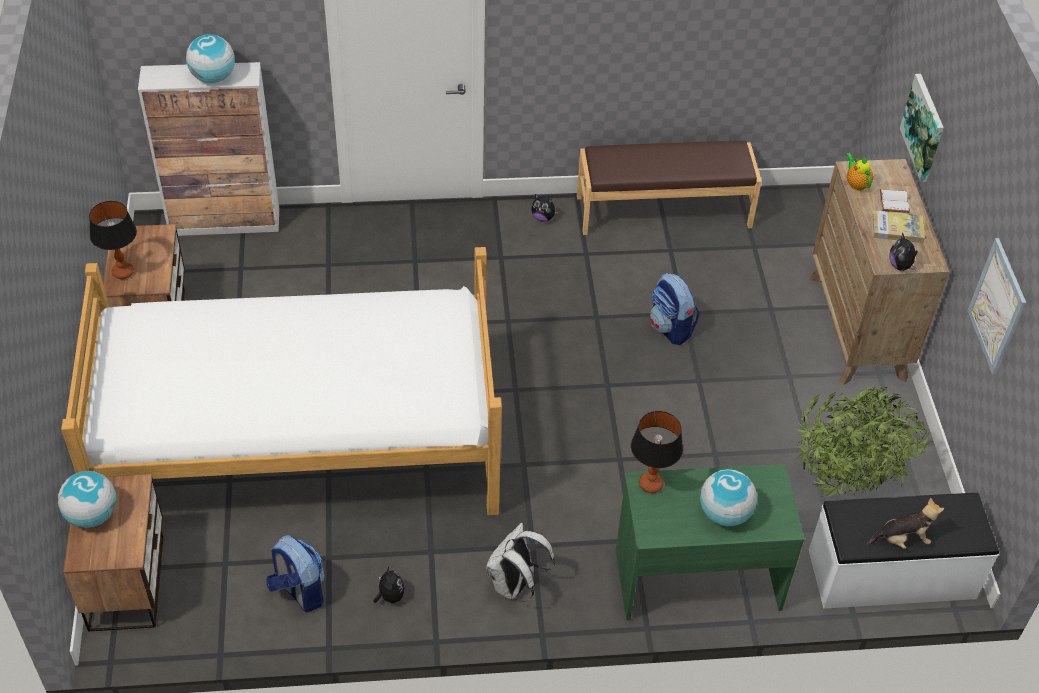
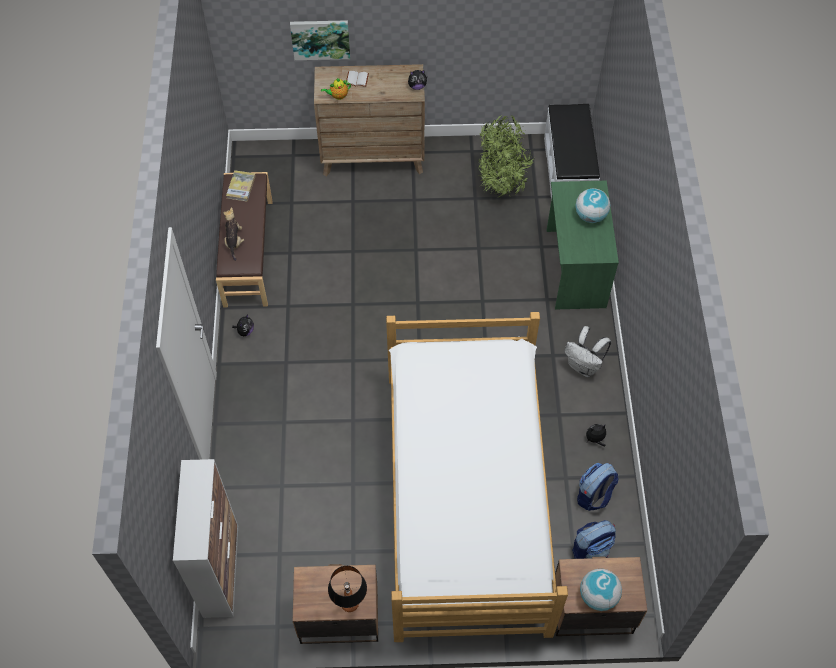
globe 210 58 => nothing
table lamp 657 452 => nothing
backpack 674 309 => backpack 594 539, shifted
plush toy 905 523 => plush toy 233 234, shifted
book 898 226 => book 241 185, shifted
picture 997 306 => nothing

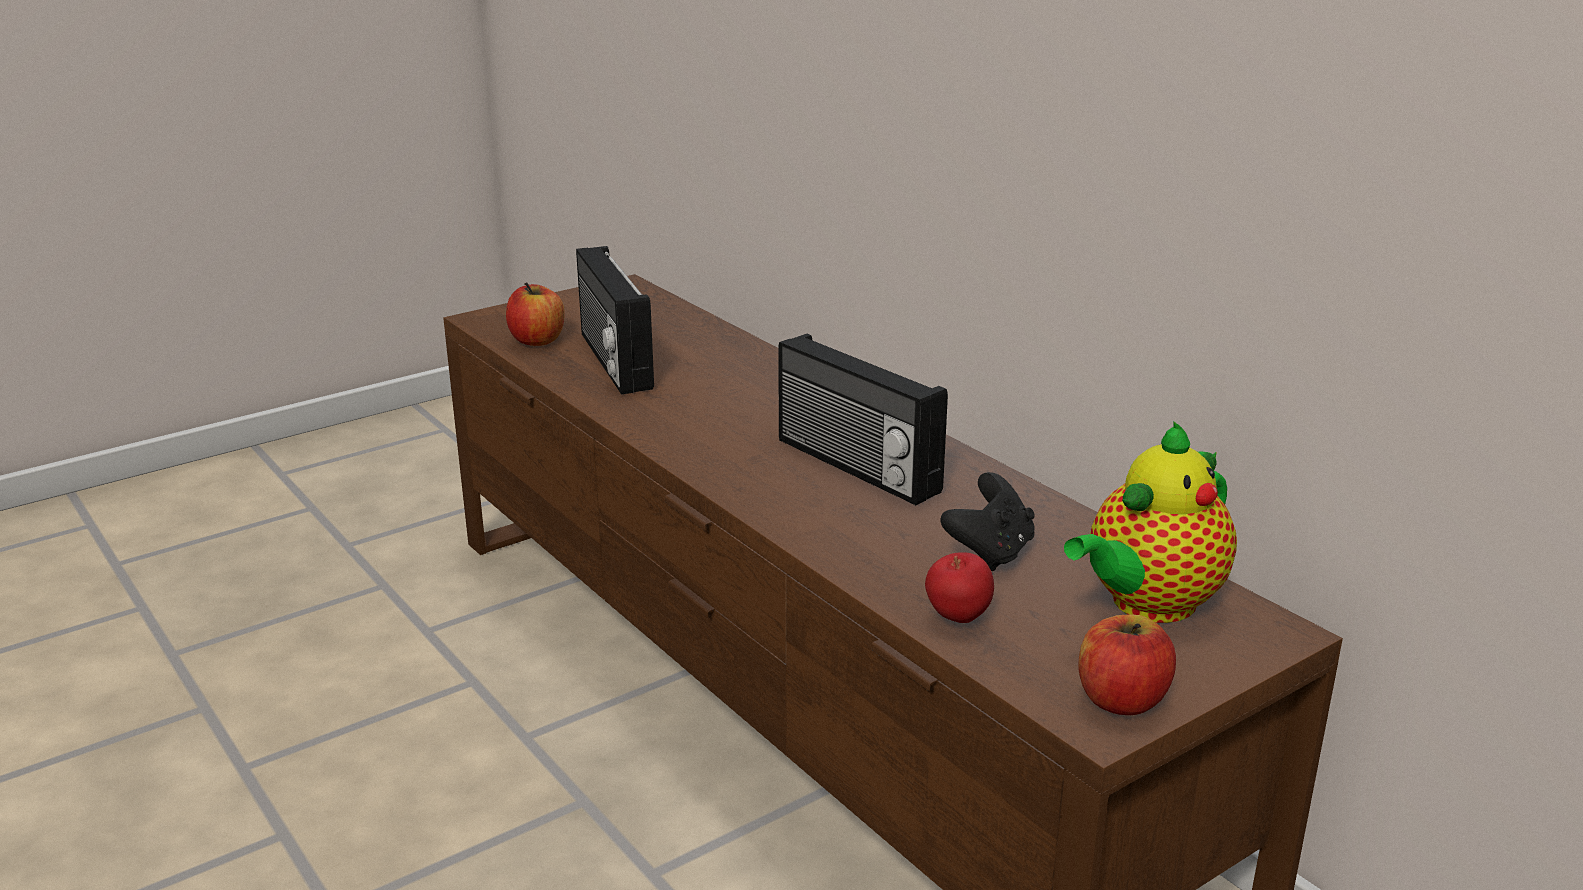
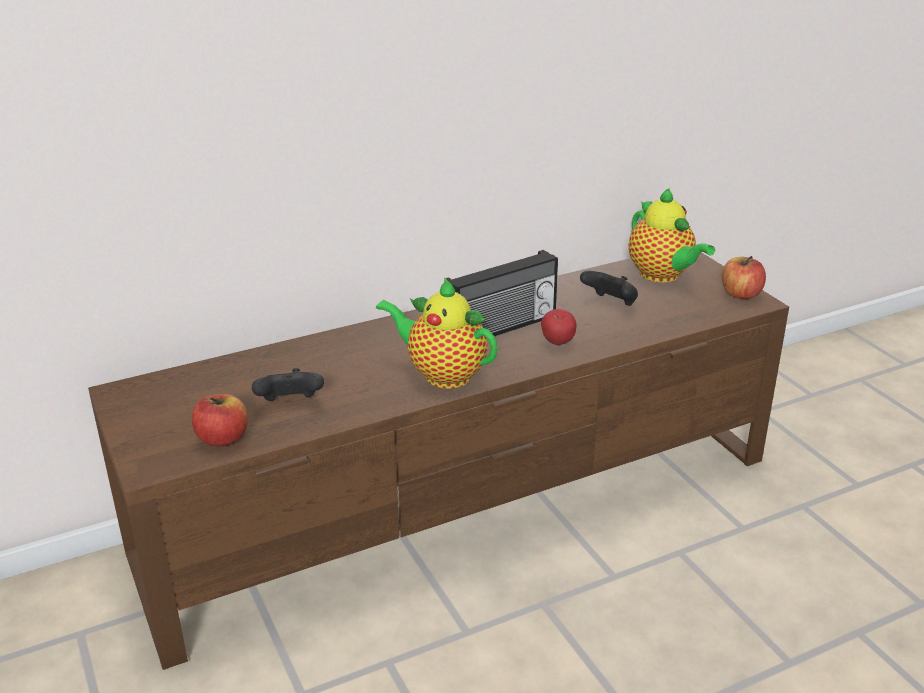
radio 615 320 => game controller/black 288 384
apple 959 587 => apple 558 327, shifted
nothing => teapot 437 333

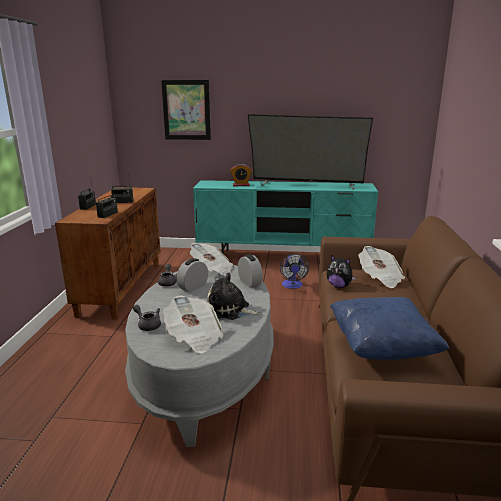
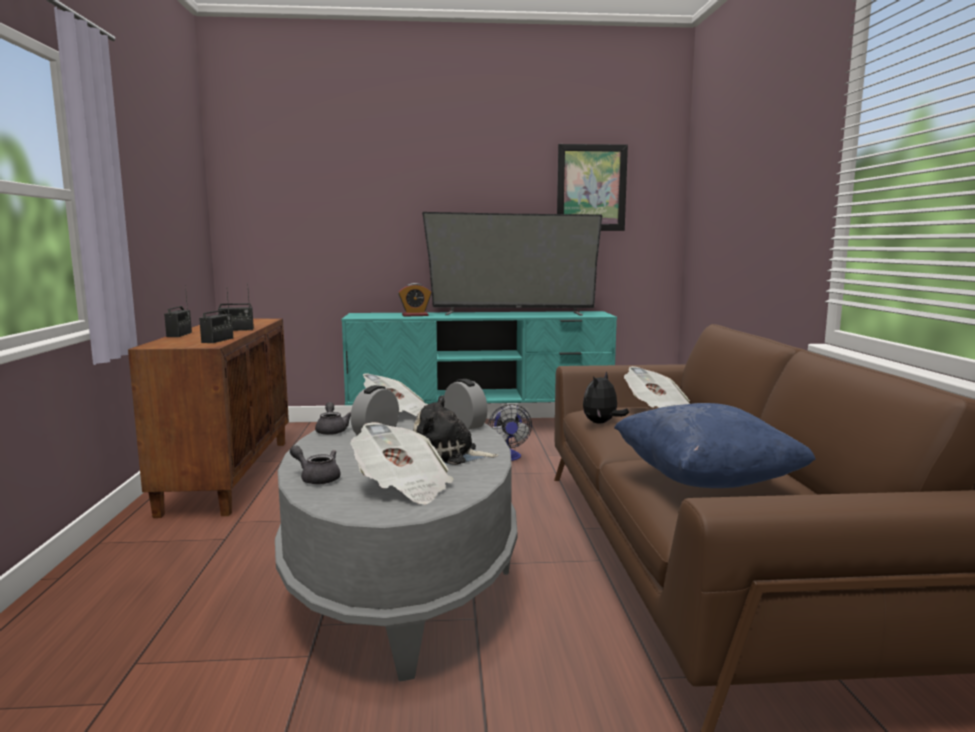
picture 186 110 => picture 592 187, shifted
plush toy 342 271 => plush toy 606 397, 105 degrees clockwise

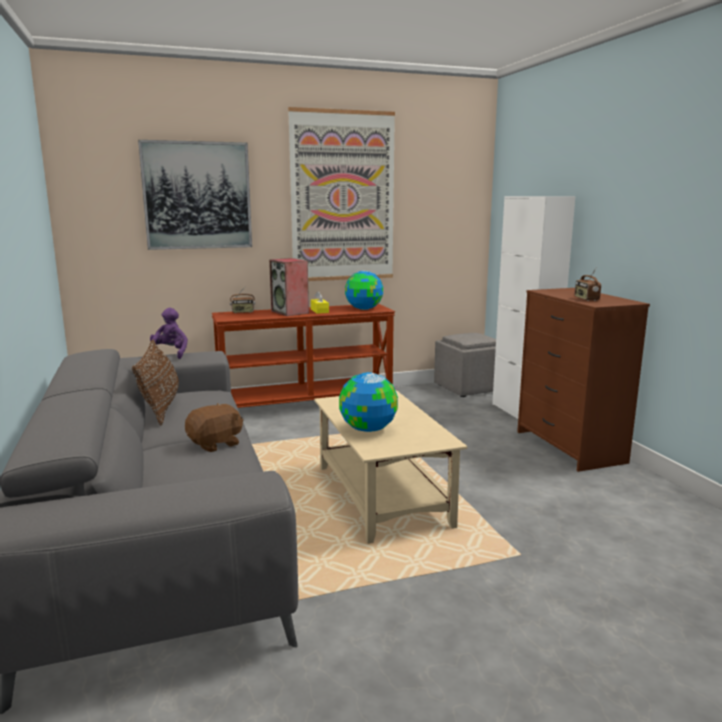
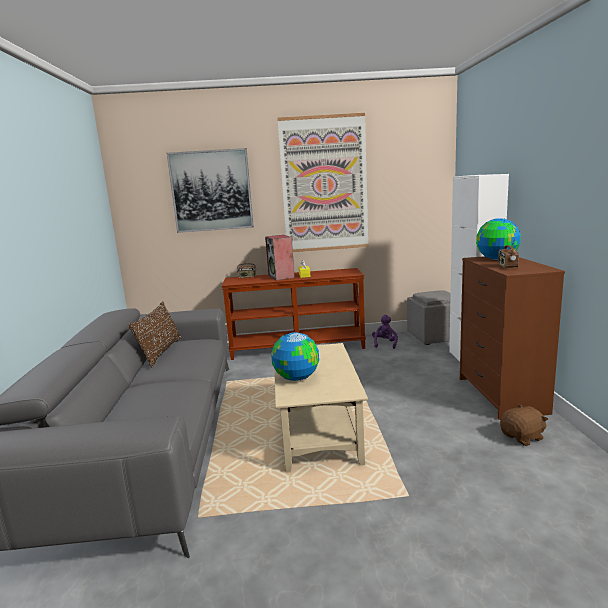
plush toy/purple 169 333 => plush toy/purple 385 332, shifted
plush toy/brown 214 427 => plush toy/brown 524 425, shifted
globe 364 290 => globe 498 239, shifted

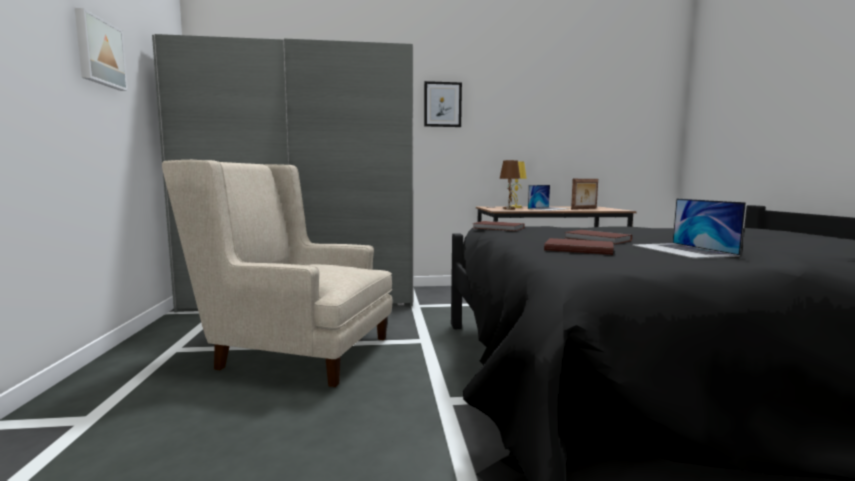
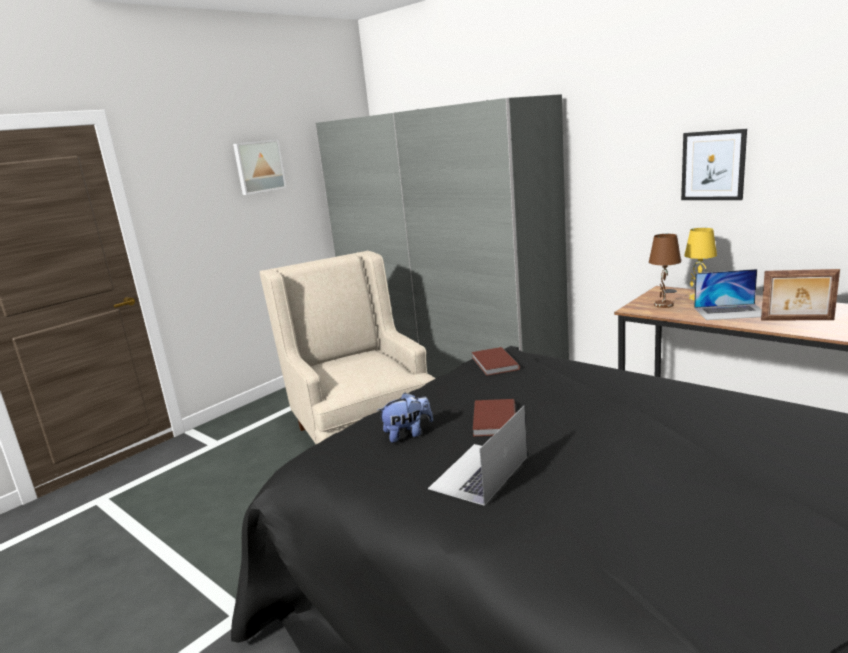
picture 443 104 => picture 714 164, shifted
book/brown 578 246 => plush toy 405 418

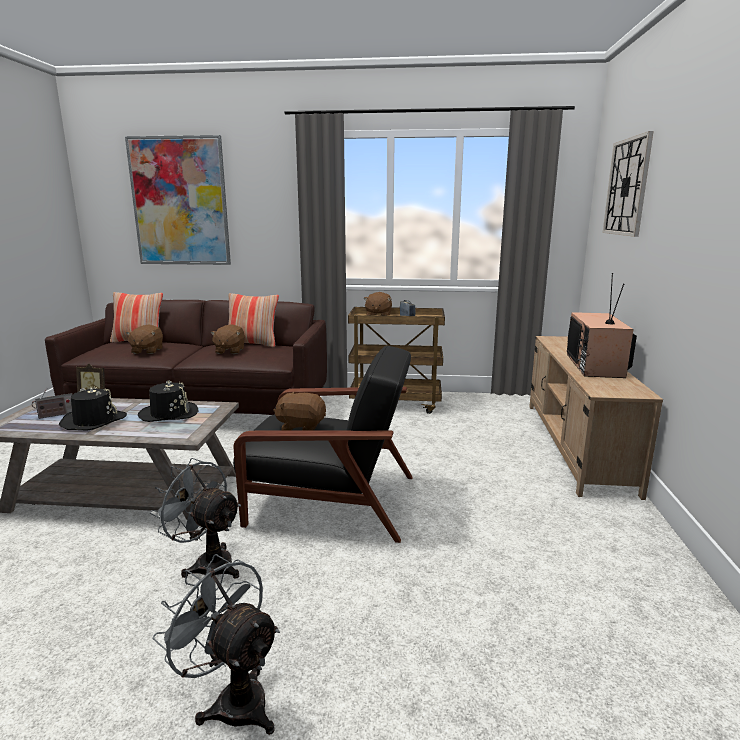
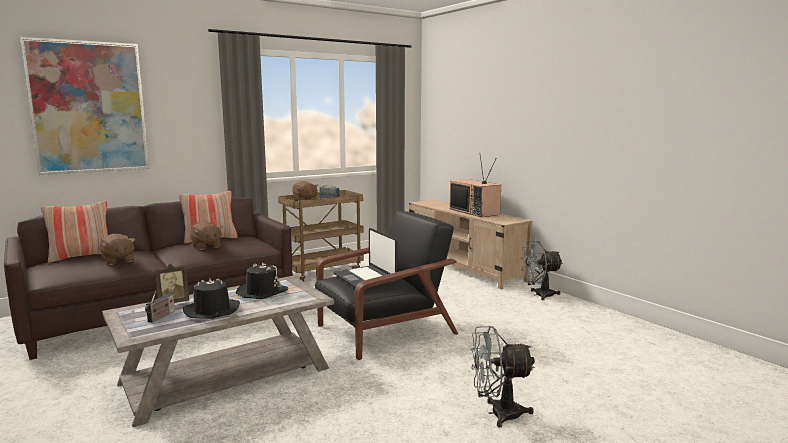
fan/grey 195 518 => fan/grey 542 270, shifted
plush toy/brown 299 411 => laptop 365 258
wall clock 628 184 => nothing

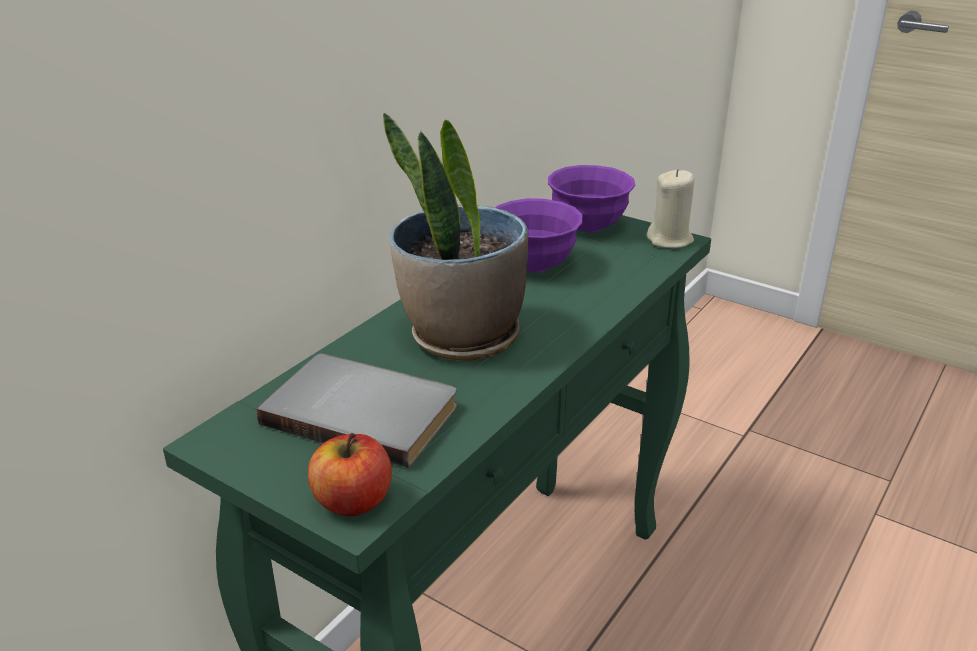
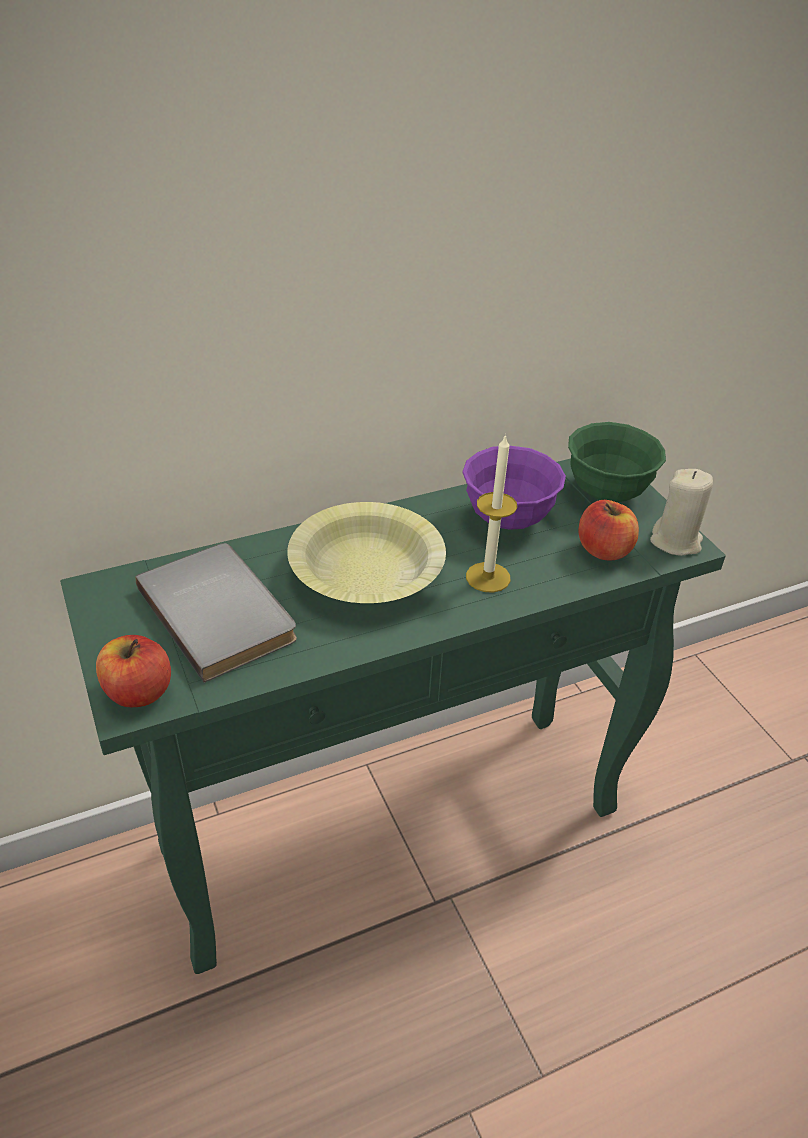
potted plant 455 236 => bowl/yellow 366 552
bowl/purple 591 198 => bowl/green 617 462
nothing => candle 491 513
nothing => apple 608 530

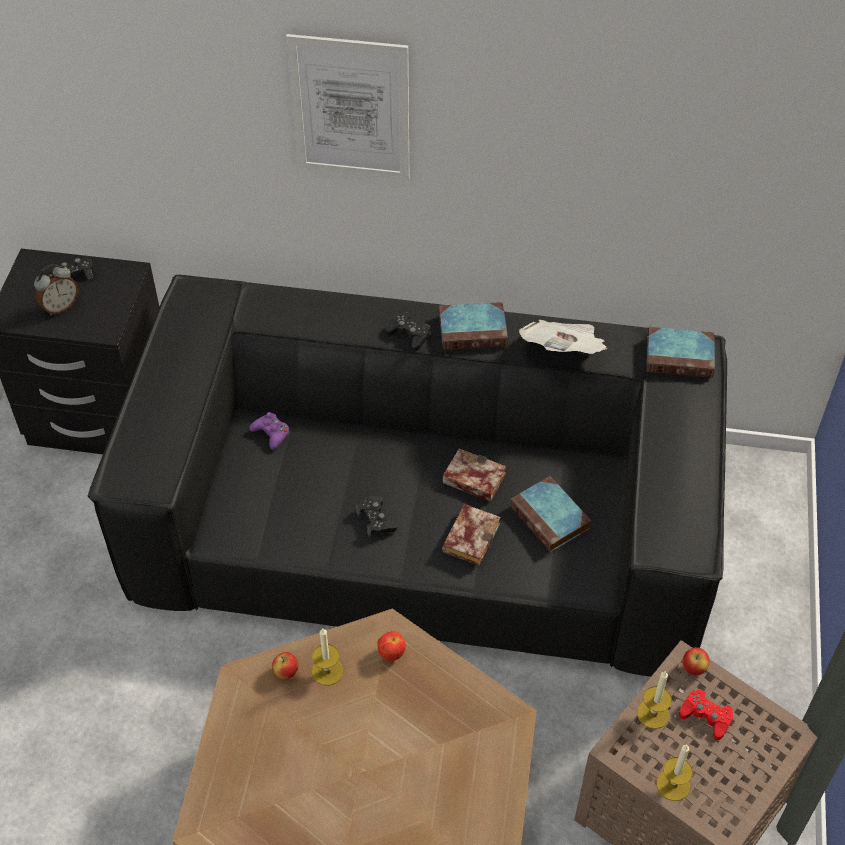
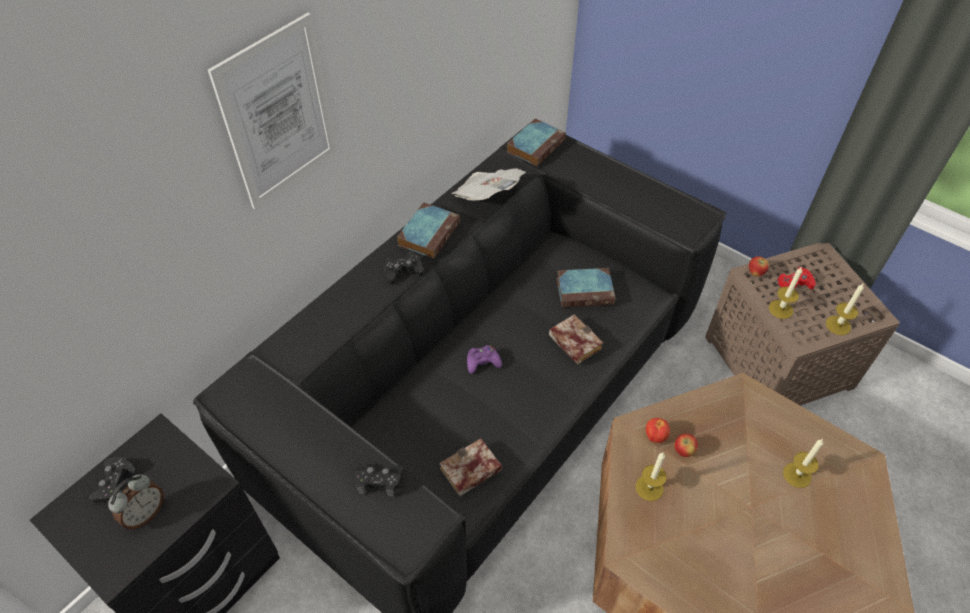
alarm clock 56 289 => alarm clock 136 501, 45 degrees clockwise
game controller/purple 269 431 => game controller/purple 484 359, shifted
apple 285 666 => apple 686 445, shifted
game controller/black 376 516 => game controller/black 378 479, shifted
book 475 475 => book 470 467, shifted
nothing => candle 803 463

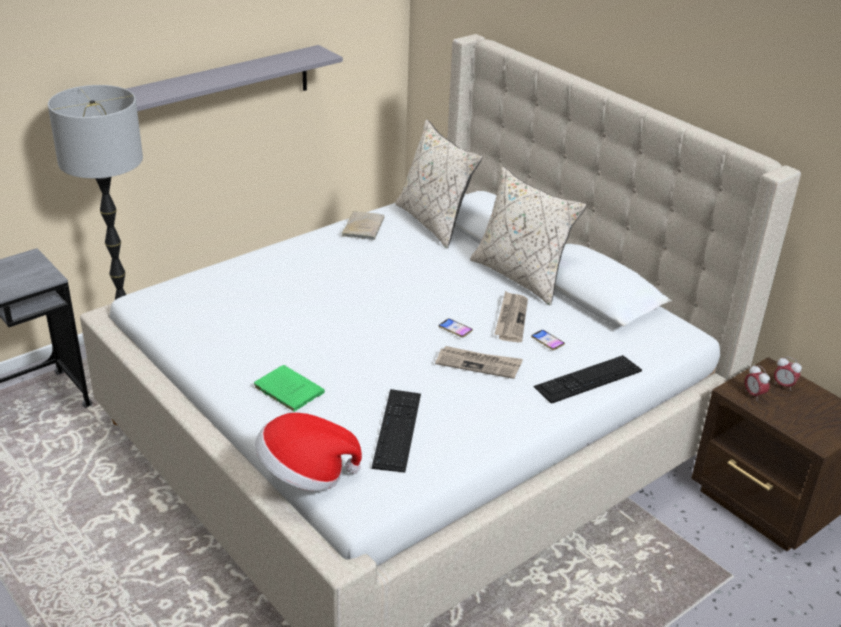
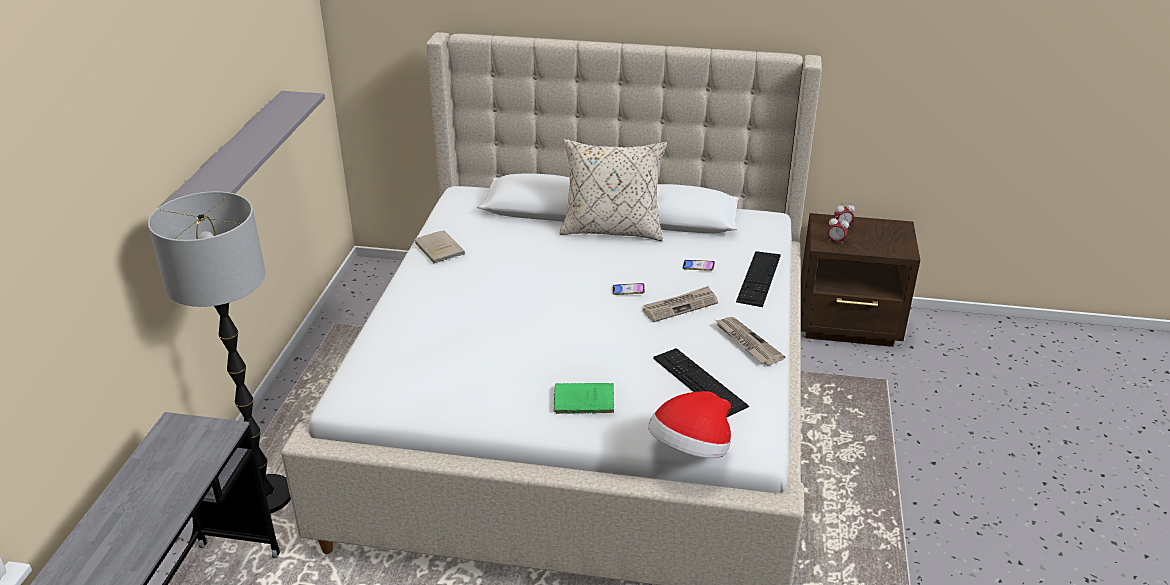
pillow/beige 439 184 => nothing
newspaper 511 316 => newspaper 750 341, shifted

